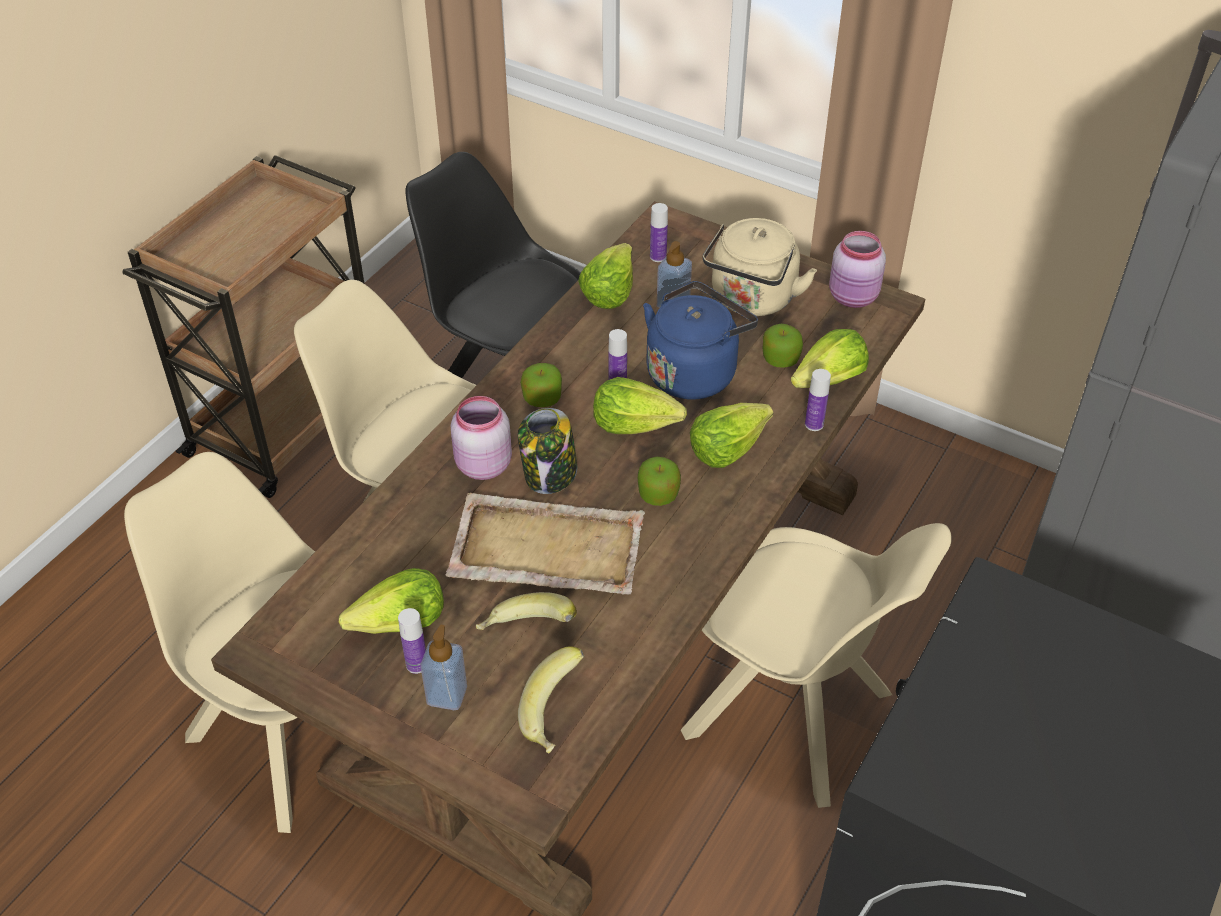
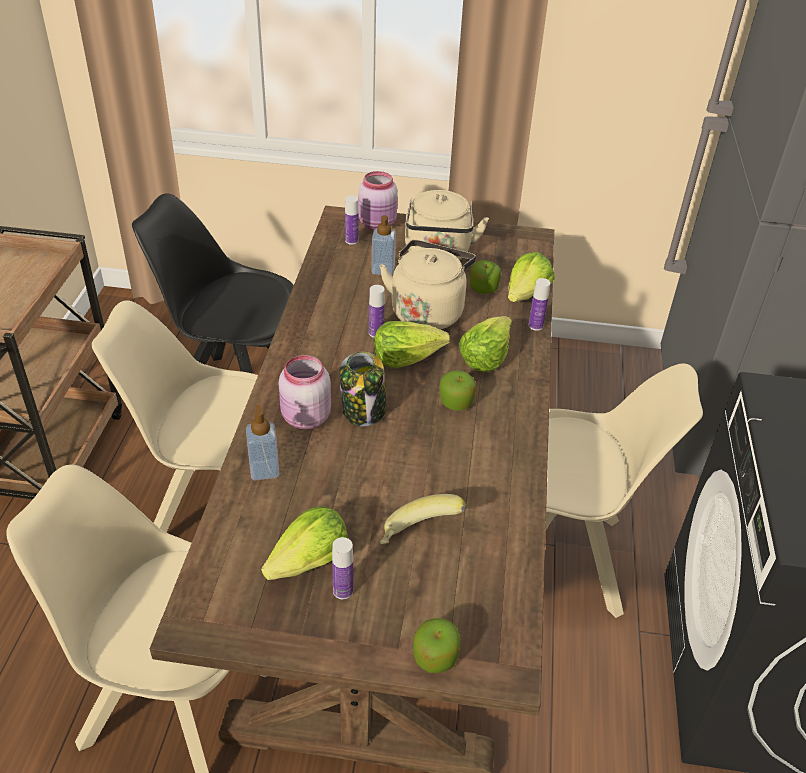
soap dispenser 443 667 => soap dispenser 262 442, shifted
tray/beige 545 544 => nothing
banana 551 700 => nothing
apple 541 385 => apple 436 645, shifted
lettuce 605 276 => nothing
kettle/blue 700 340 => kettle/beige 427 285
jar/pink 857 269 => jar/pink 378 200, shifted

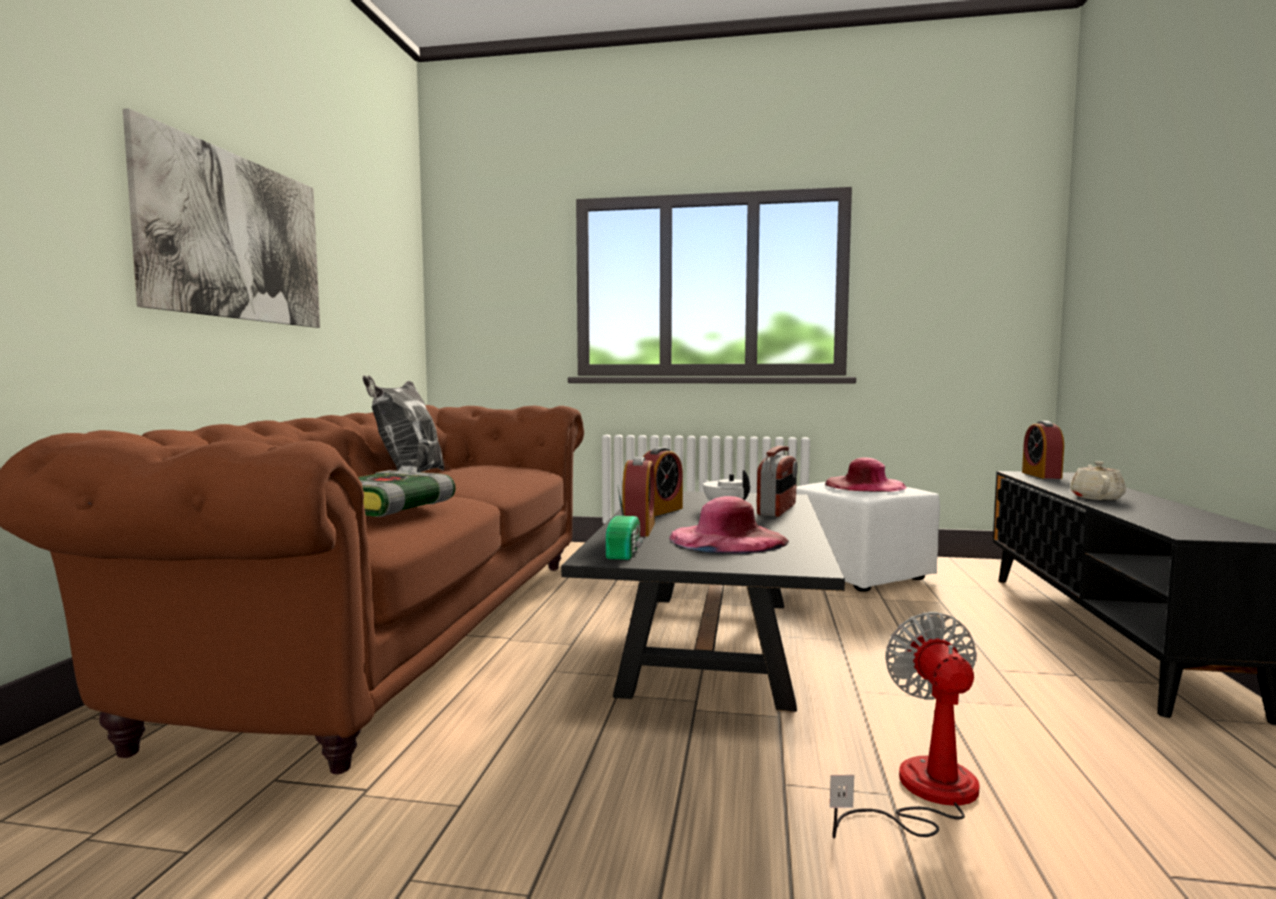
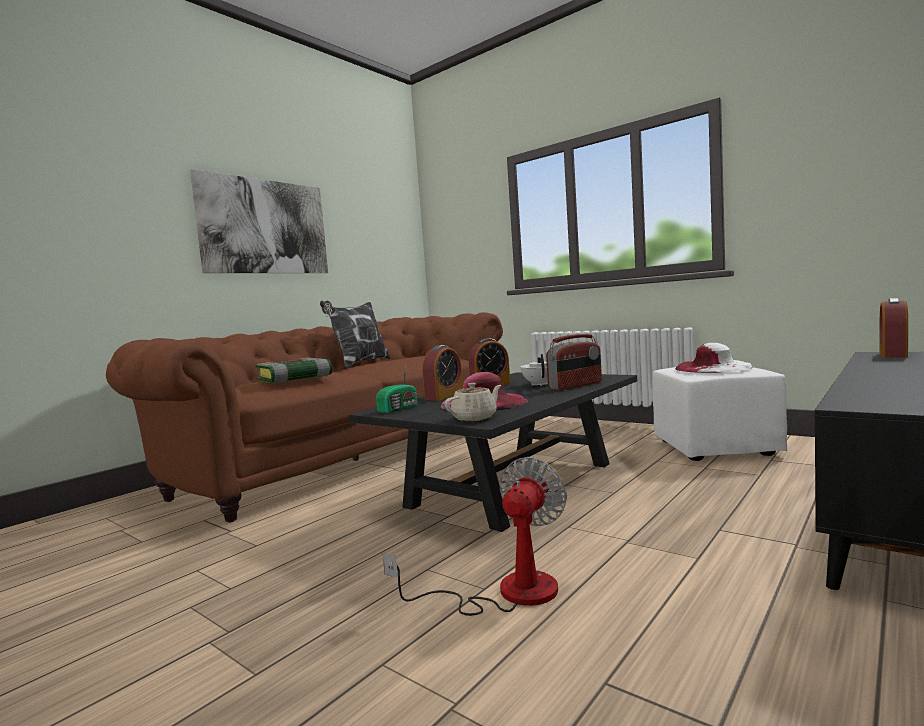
hat/pink 866 474 => hat/white 714 358
teapot/beige 1098 480 => teapot/beige 473 402, shifted

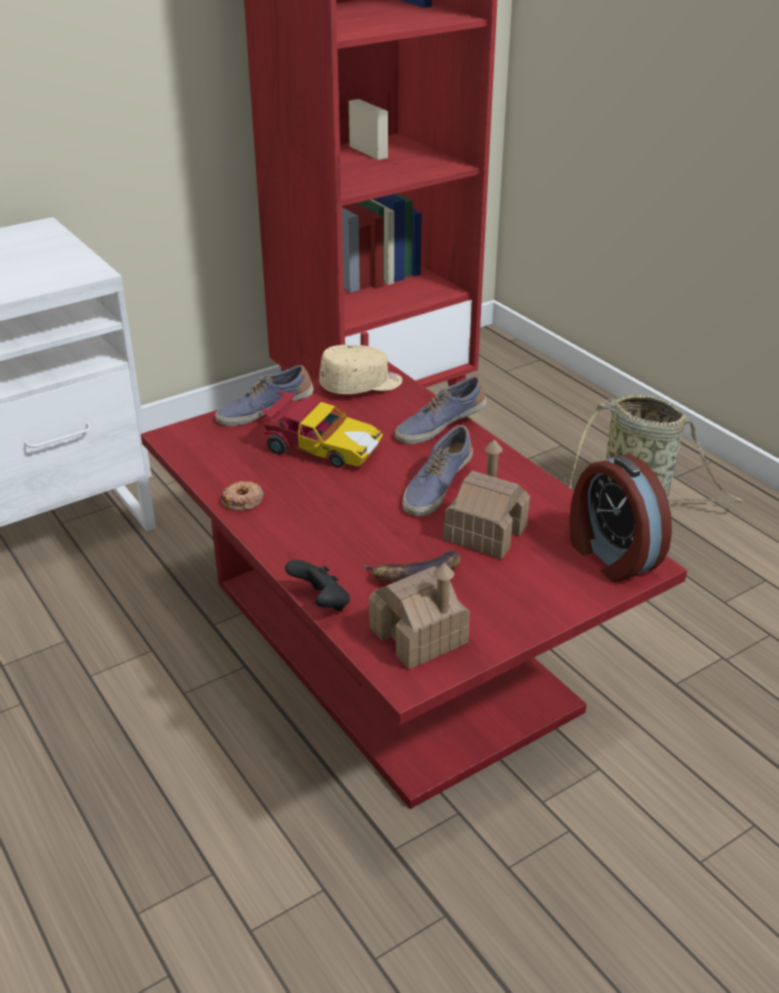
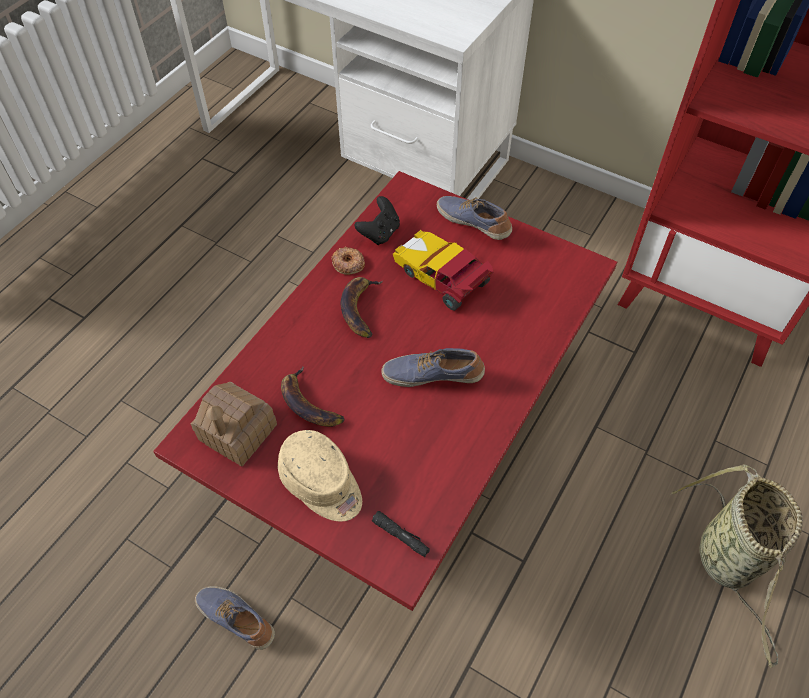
toy car 321 430 => toy car 443 270, 135 degrees clockwise
game controller/black 317 585 => game controller/black 377 220, shifted
cap/beige 360 369 => cap/beige 320 476, shifted
shoe 440 410 => shoe 235 618, shifted
toy house 486 499 => nothing
alarm clock 620 518 => flashlight/black 401 534
nothing => banana 362 307

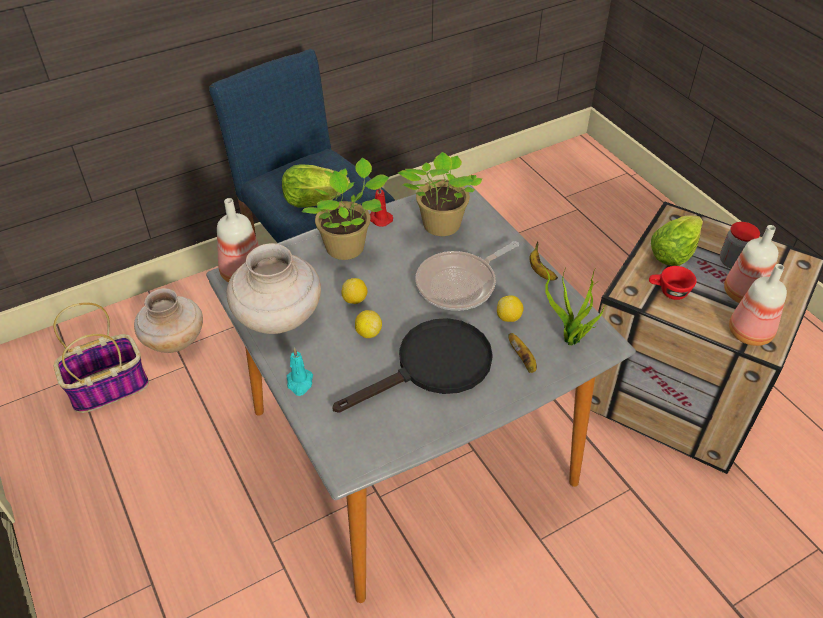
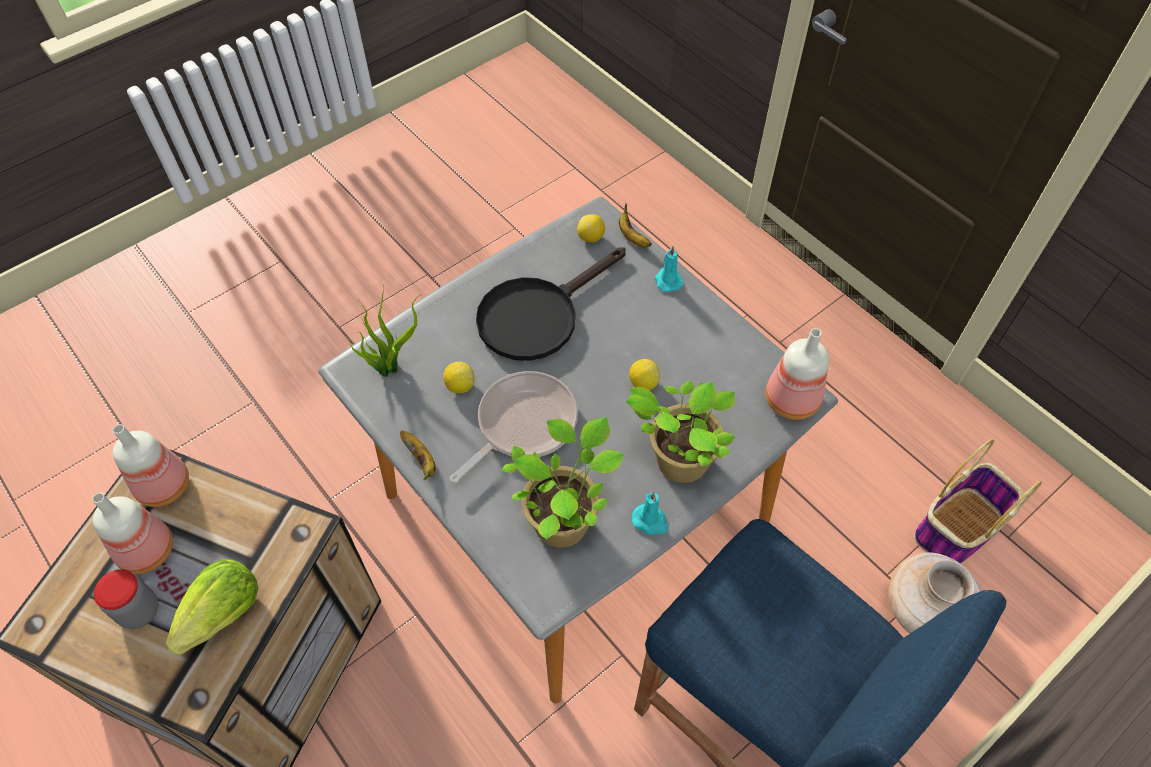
vase/beige 273 288 => nothing
lettuce 316 186 => nothing
lemon 368 324 => lemon 591 228, shifted
candle/red 381 207 => candle/turquoise 650 513
banana 522 353 => banana 635 225, shifted
cup/red 673 283 => nothing

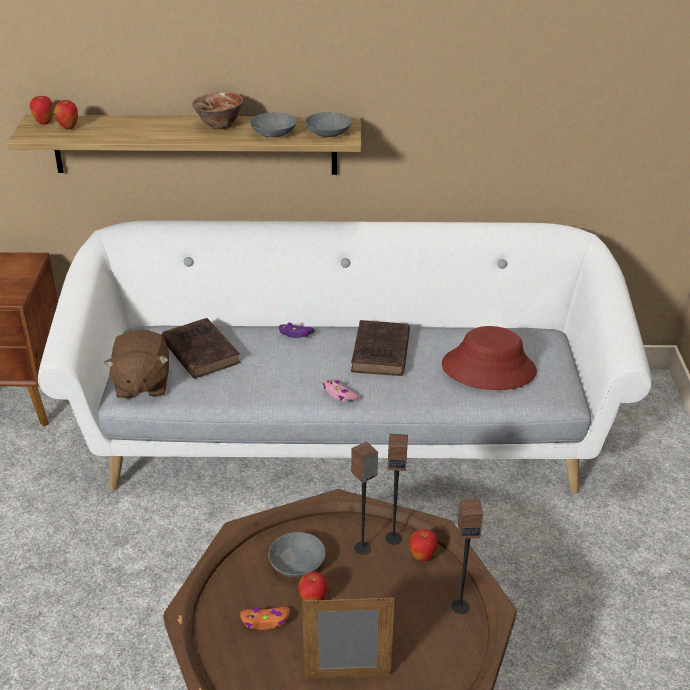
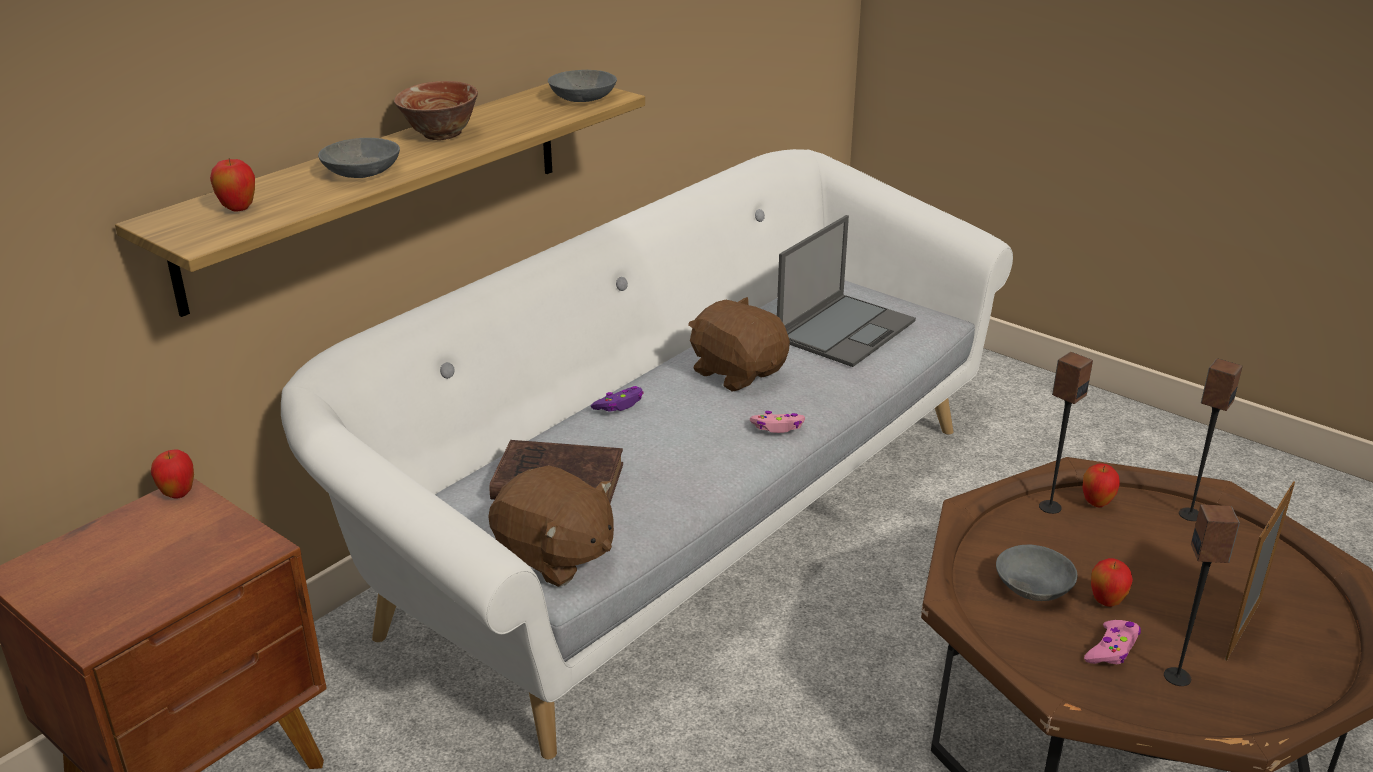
apple 41 110 => apple 172 474, shifted
game controller/orange 265 618 => game controller/pink 1112 642
bowl/grey 273 125 => bowl/grey 359 158, shifted
book/brown 380 348 => plush toy/brown 739 344
speaker 364 498 => speaker 1202 595, shifted
hat/red 489 358 => laptop 846 291

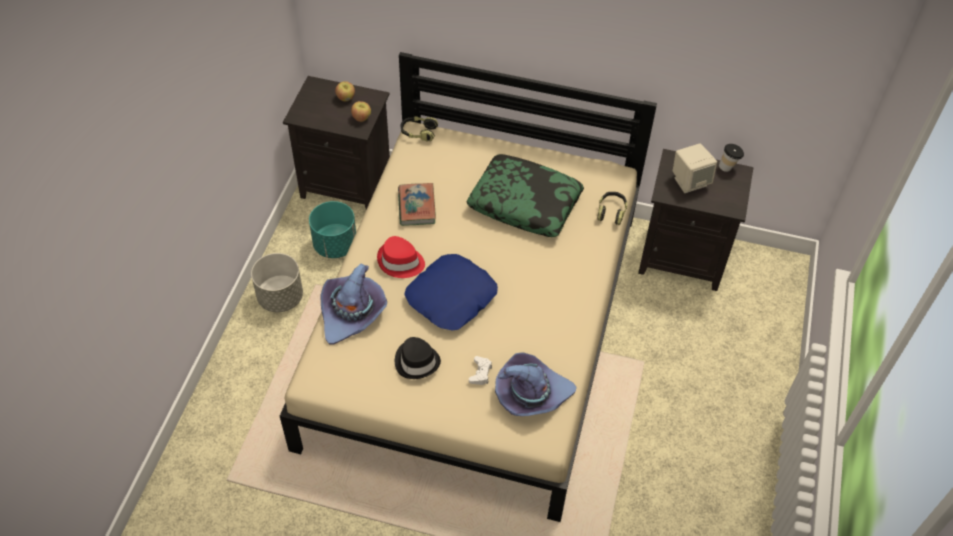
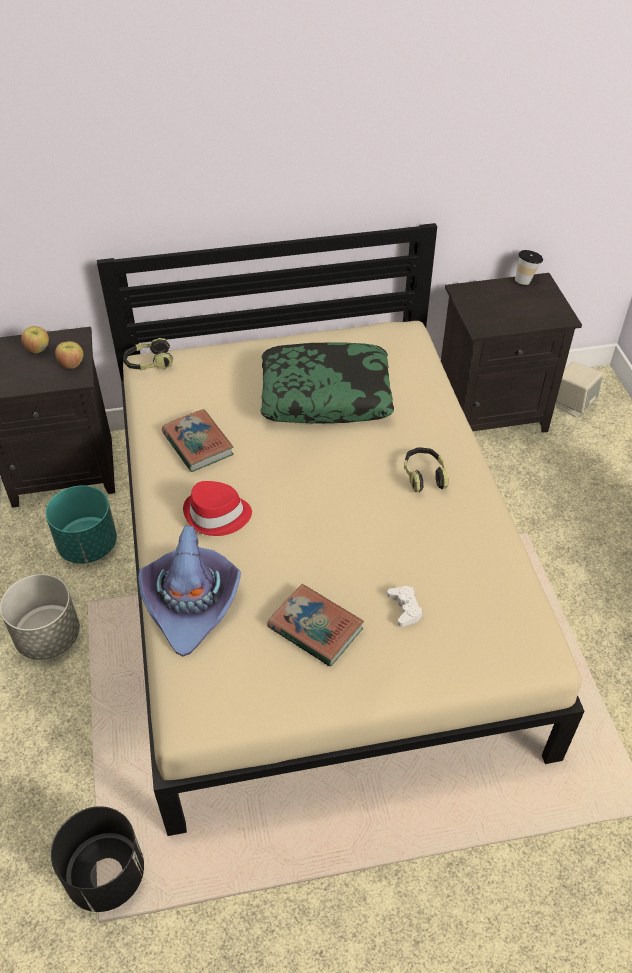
hat/black 418 358 => book 315 625
pillow/blue 451 292 => nothing
hat/purple 536 384 => nothing
headphones 612 208 => headphones 426 470, shifted
speaker/beige 694 168 => speaker/beige 579 389, shifted
nothing => planter/black 97 859

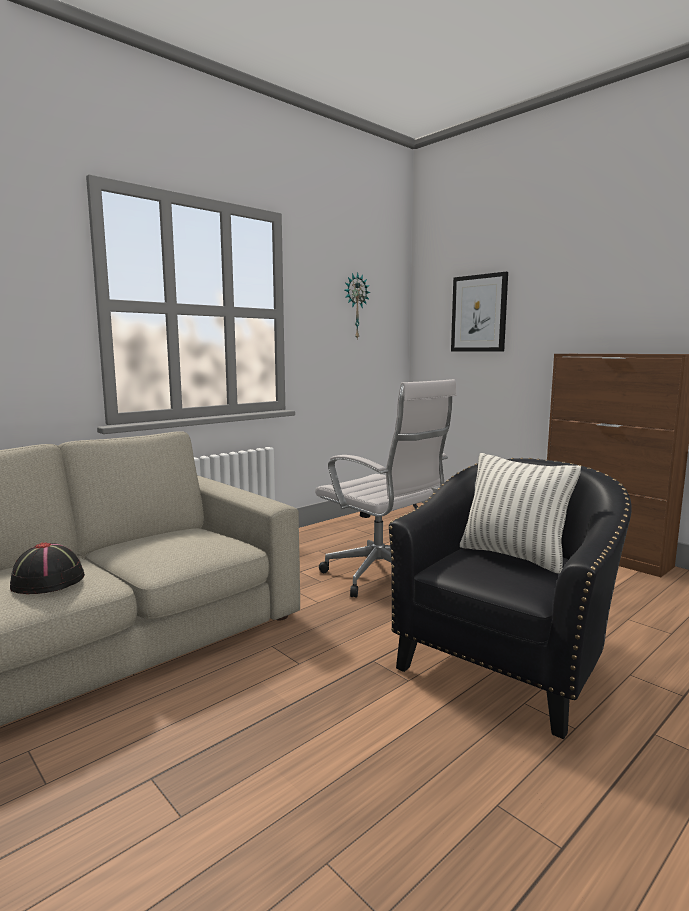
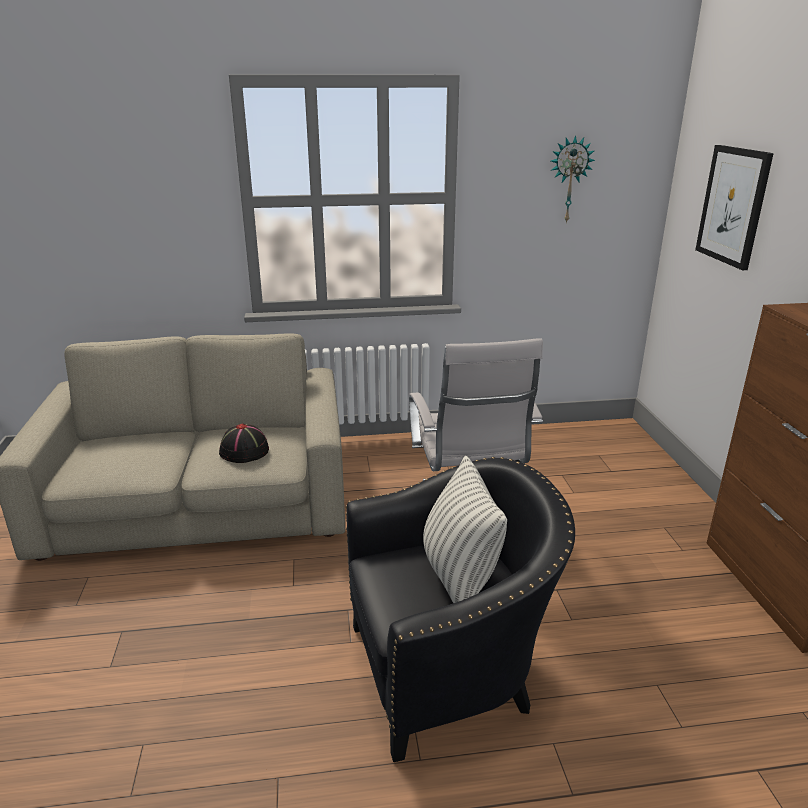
hat/black 47 568 => hat/black 244 443, shifted

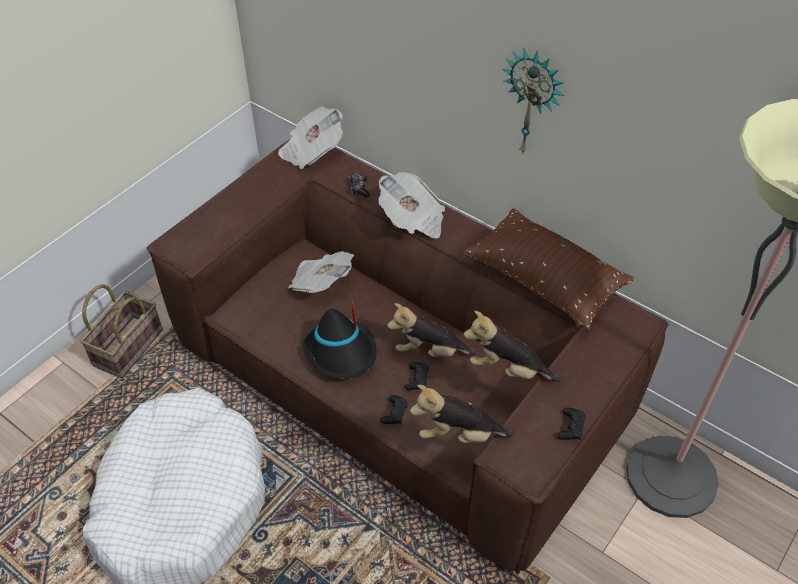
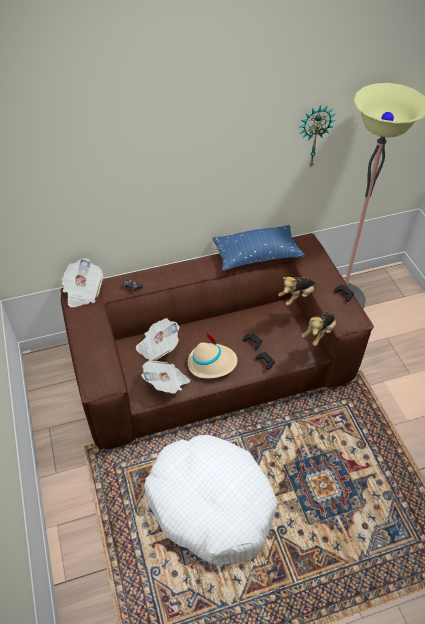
basket 121 331 => nothing
hat/black 340 340 => hat/beige 213 354
newspaper 411 205 => newspaper 165 377, shifted
plush toy 432 330 => nothing
pillow/brown 548 269 => pillow/blue 258 248
wall clock 533 102 => wall clock 317 135, shifted

